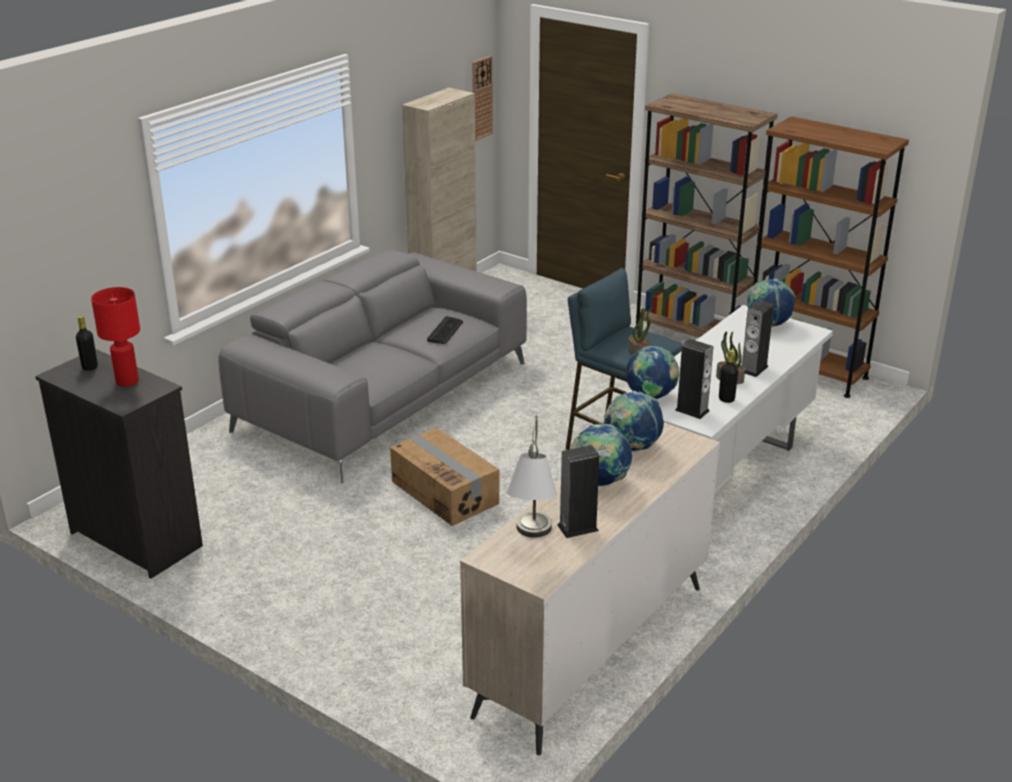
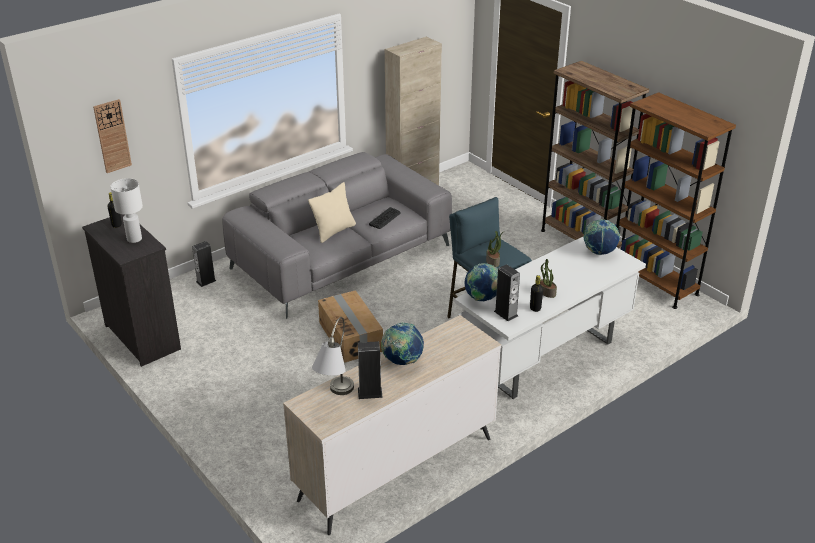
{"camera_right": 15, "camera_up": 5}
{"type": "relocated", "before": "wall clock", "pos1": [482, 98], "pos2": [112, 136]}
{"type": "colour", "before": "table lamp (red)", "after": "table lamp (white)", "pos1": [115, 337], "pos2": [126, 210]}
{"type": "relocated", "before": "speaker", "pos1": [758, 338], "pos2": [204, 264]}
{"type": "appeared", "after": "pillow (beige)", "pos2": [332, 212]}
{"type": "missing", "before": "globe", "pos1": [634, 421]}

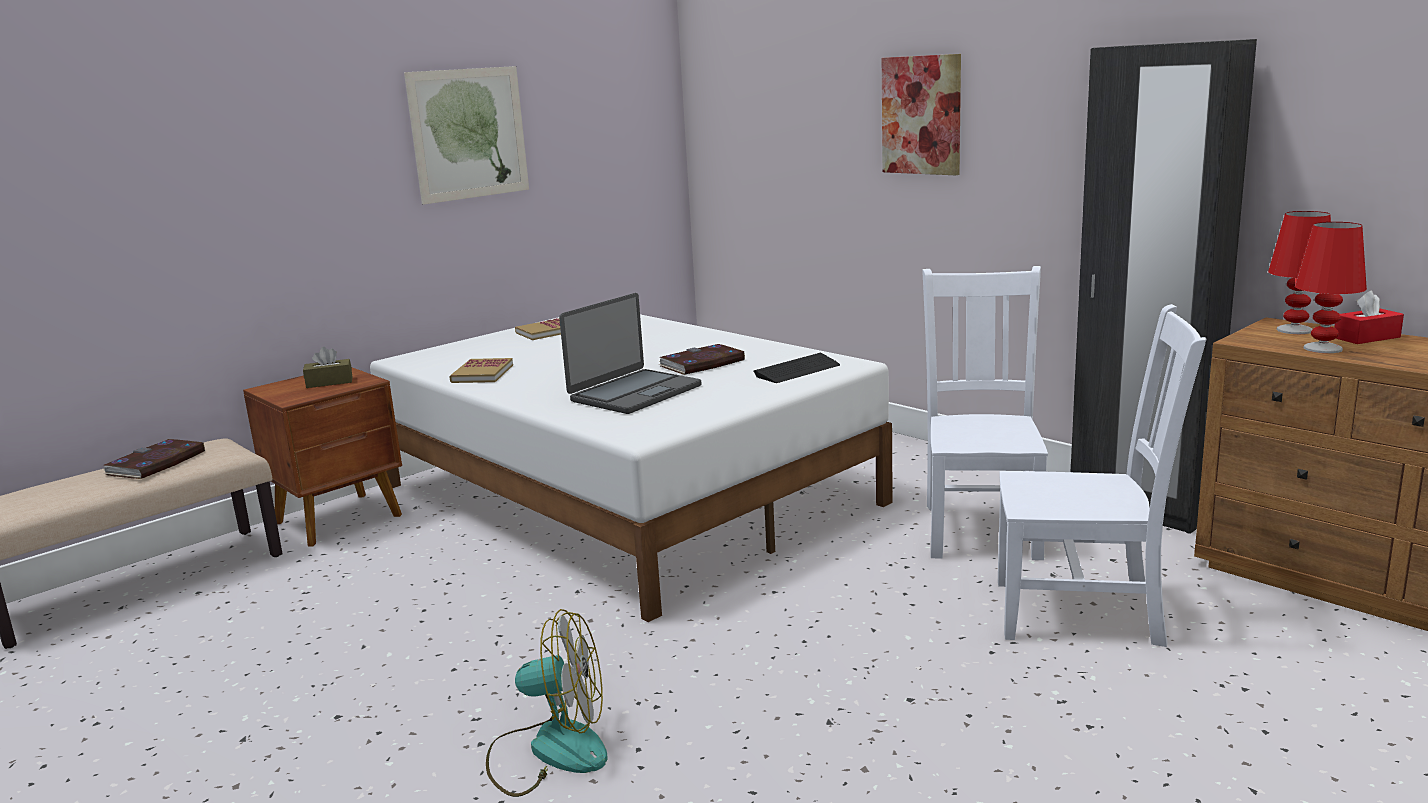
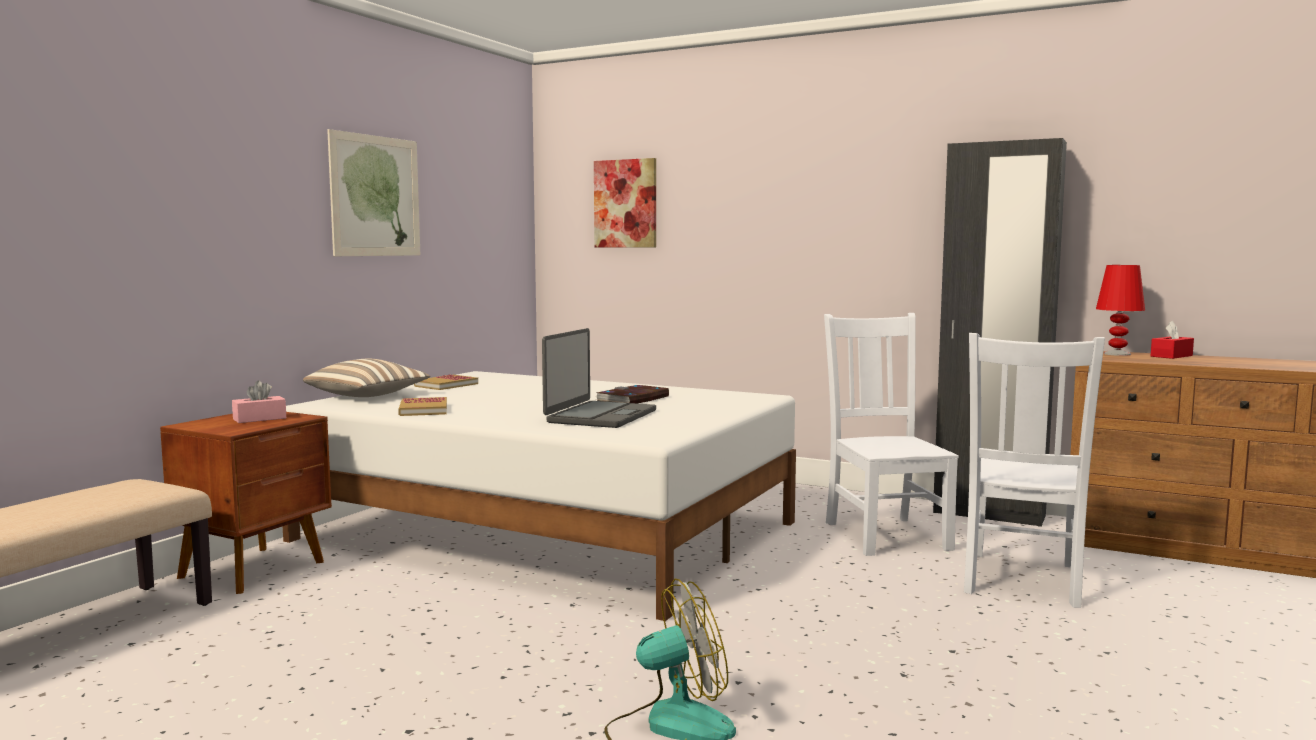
{"camera_right": -20, "camera_up": -10}
{"type": "colour", "before": "tissue box (brown)", "after": "tissue box (pink)", "pos1": [328, 367], "pos2": [259, 402]}
{"type": "appeared", "after": "pillow", "pos2": [366, 378]}
{"type": "relocated", "before": "picture", "pos1": [921, 114], "pos2": [625, 202]}
{"type": "spun", "before": "chair (white)", "pos1": [1102, 475], "pos2": [1034, 470], "turn": 120}
{"type": "missing", "before": "book", "pos1": [154, 459]}
{"type": "missing", "before": "keyboard", "pos1": [797, 368]}
{"type": "missing", "before": "table lamp (red)", "pos1": [1331, 287]}

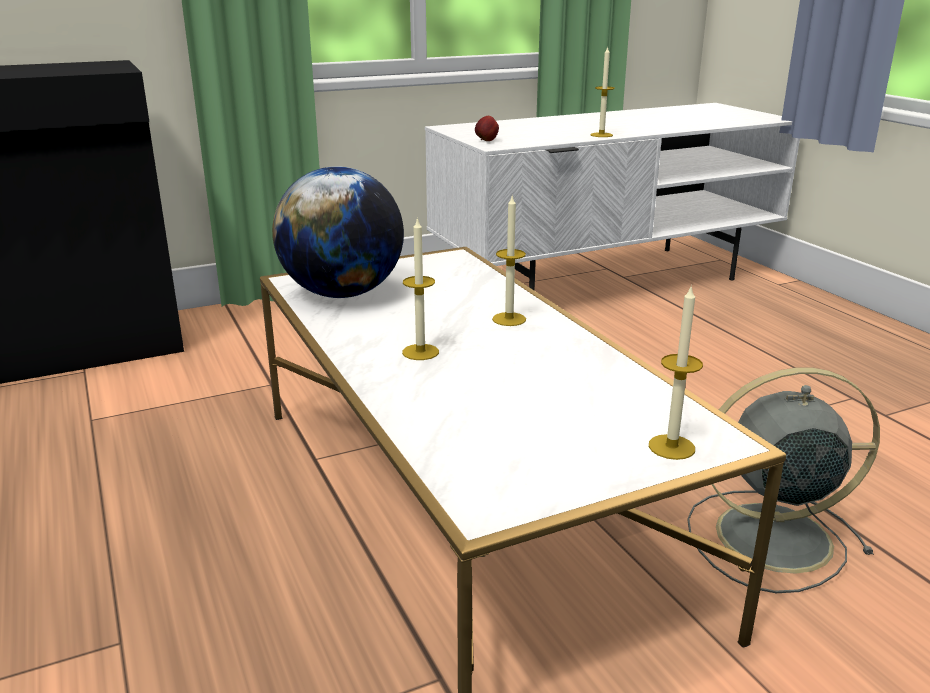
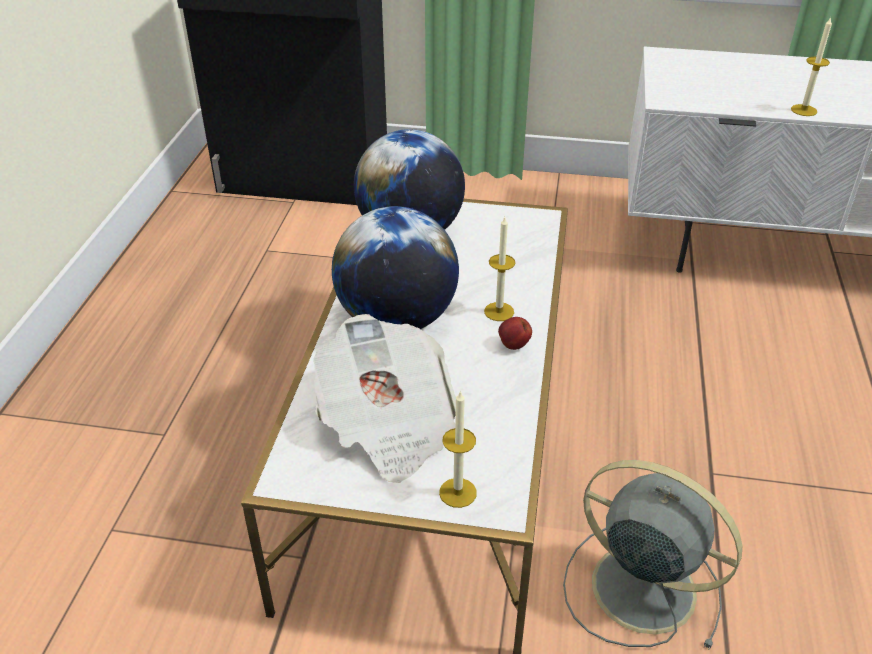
{"camera_right": 35, "camera_up": 15}
{"type": "appeared", "after": "newspaper", "pos2": [384, 398]}
{"type": "exchanged", "before": "candle", "after": "globe", "pos1": [420, 288], "pos2": [395, 267]}
{"type": "relocated", "before": "apple", "pos1": [487, 128], "pos2": [515, 333]}

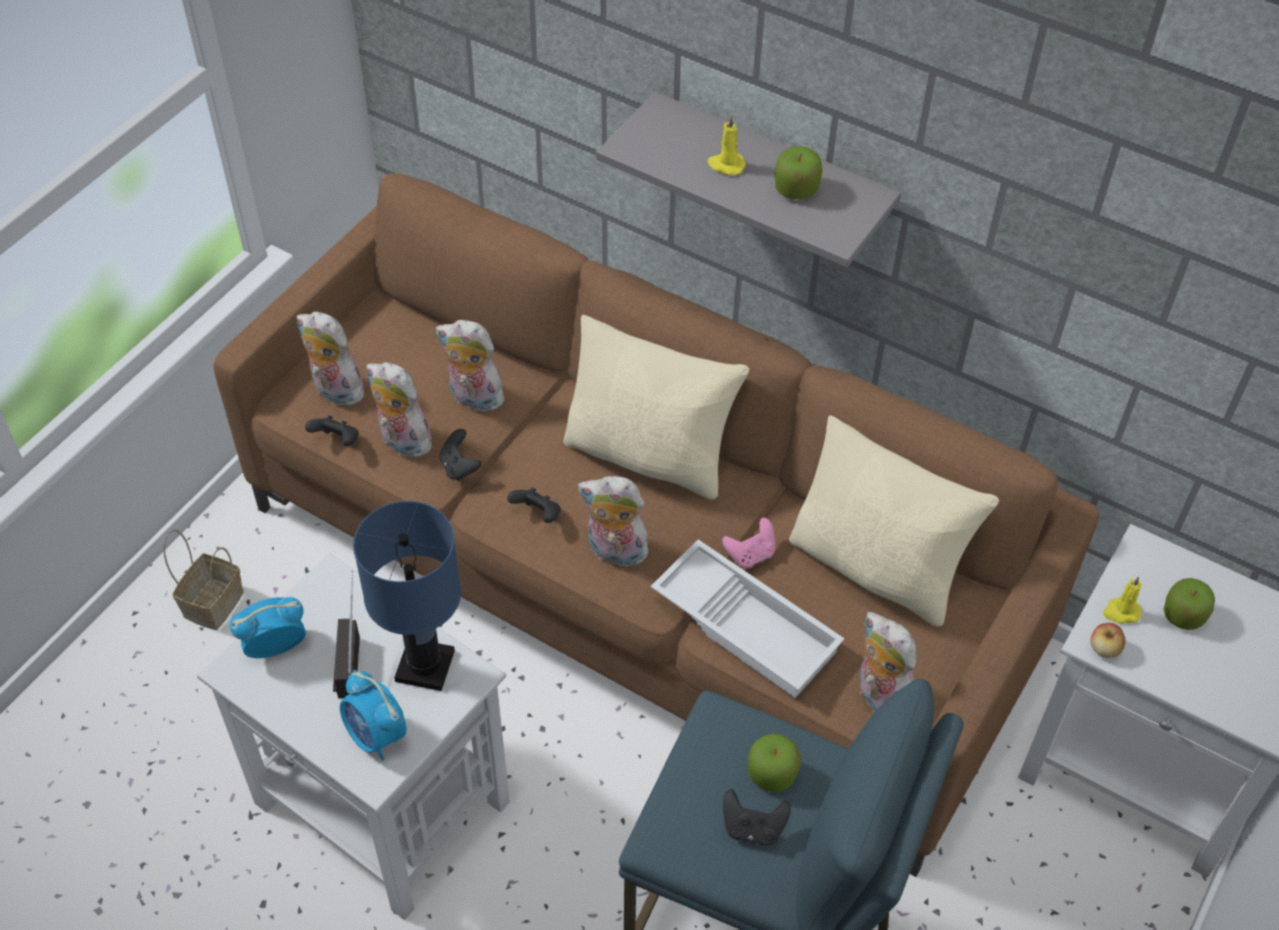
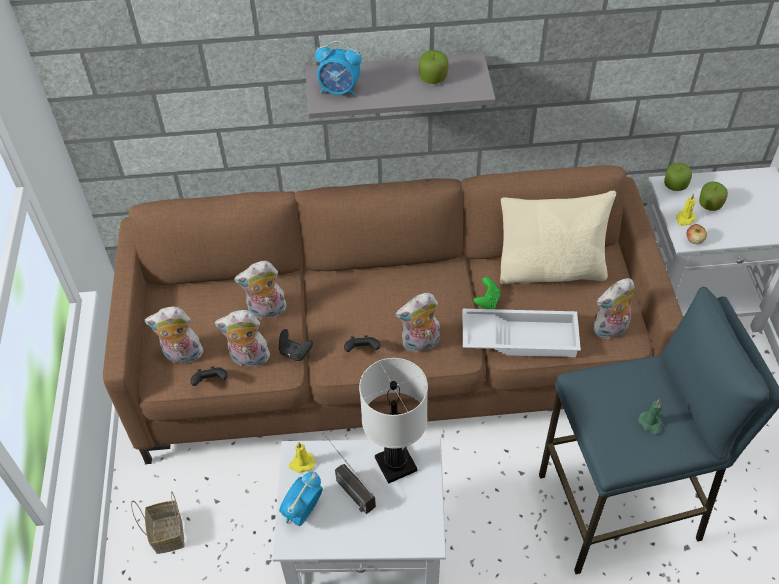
{"camera_right": -35, "camera_up": 0}
{"type": "relocated", "before": "candle (yellow)", "pos1": [727, 146], "pos2": [302, 457]}
{"type": "relocated", "before": "alarm clock", "pos1": [373, 715], "pos2": [338, 69]}
{"type": "colour", "before": "table lamp (blue)", "after": "table lamp (white)", "pos1": [407, 596], "pos2": [393, 421]}
{"type": "colour", "before": "game controller (pink)", "after": "game controller (green)", "pos1": [748, 543], "pos2": [487, 293]}
{"type": "spun", "before": "plush toy", "pos1": [888, 662], "pos2": [613, 308], "turn": -45}
{"type": "exchanged", "before": "game controller (black)", "after": "candle (green)", "pos1": [757, 817], "pos2": [650, 417]}
{"type": "relocated", "before": "apple", "pos1": [774, 763], "pos2": [678, 177]}
{"type": "missing", "before": "pillow (beige)", "pos1": [656, 407]}

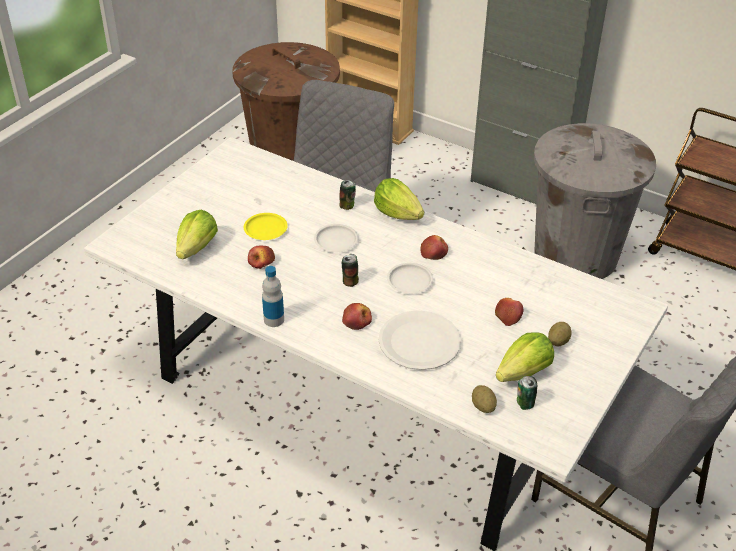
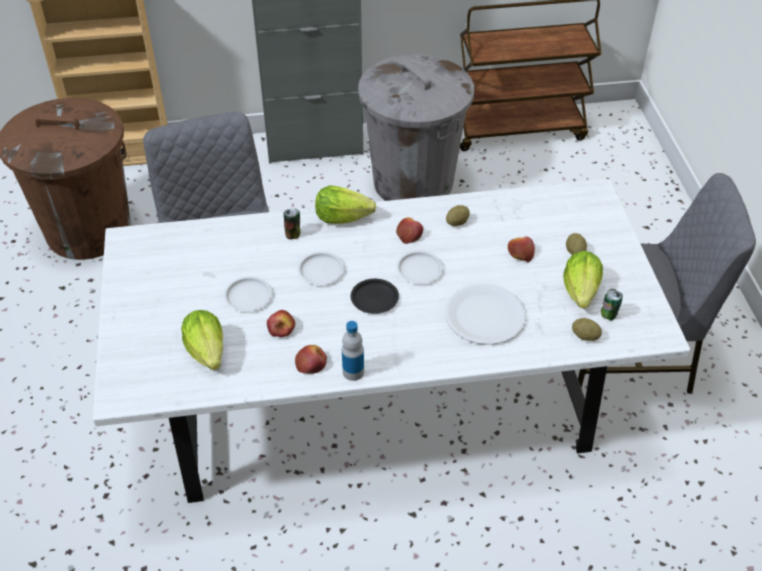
{"camera_right": -40, "camera_up": 5}
{"type": "colour", "before": "plate (yellow)", "after": "plate (white)", "pos1": [266, 226], "pos2": [248, 294]}
{"type": "relocated", "before": "apple", "pos1": [357, 316], "pos2": [311, 359]}
{"type": "exchanged", "before": "can", "after": "plate (black)", "pos1": [350, 270], "pos2": [375, 296]}
{"type": "appeared", "after": "potato", "pos2": [458, 215]}

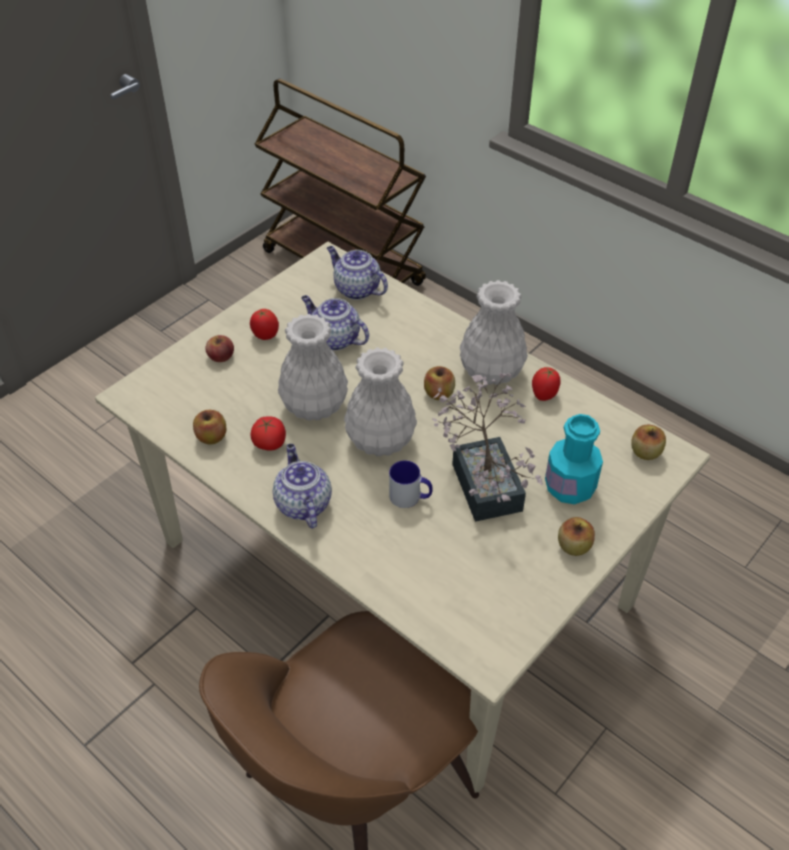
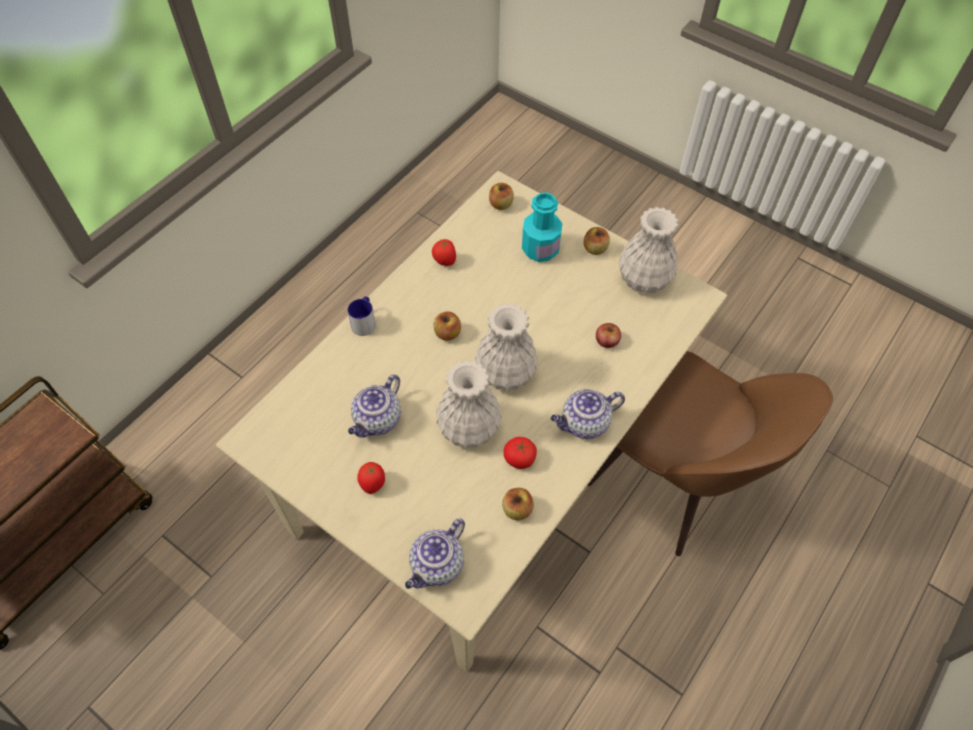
{"camera_right": -95, "camera_up": 10}
{"type": "relocated", "before": "mug", "pos1": [410, 484], "pos2": [362, 316]}
{"type": "relocated", "before": "teapot", "pos1": [357, 273], "pos2": [435, 554]}
{"type": "relocated", "before": "apple", "pos1": [219, 348], "pos2": [608, 335]}
{"type": "relocated", "before": "vase (white)", "pos1": [494, 332], "pos2": [649, 250]}
{"type": "missing", "before": "potted plant", "pos1": [487, 447]}

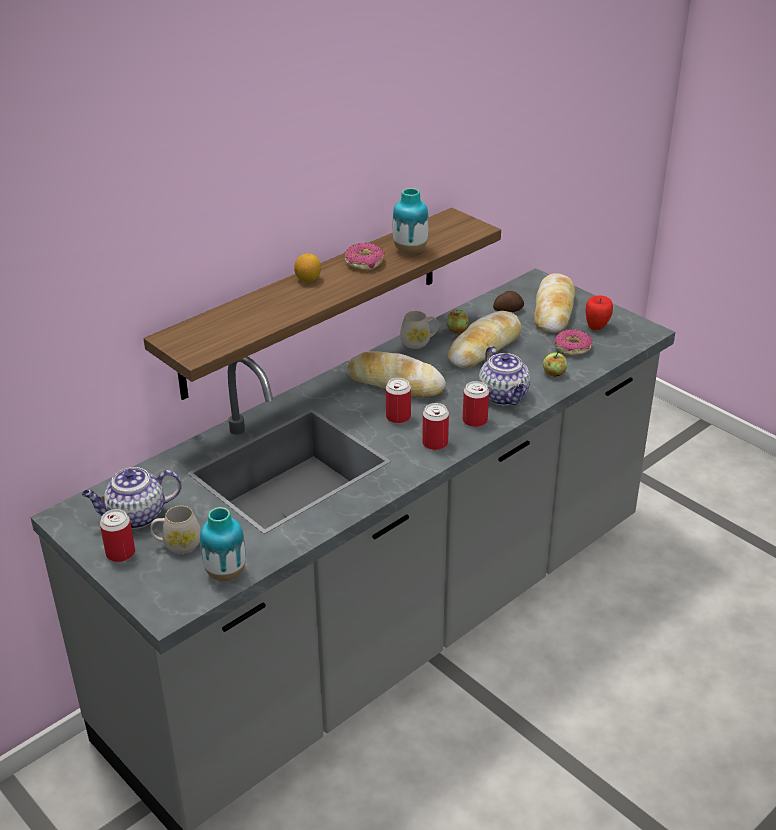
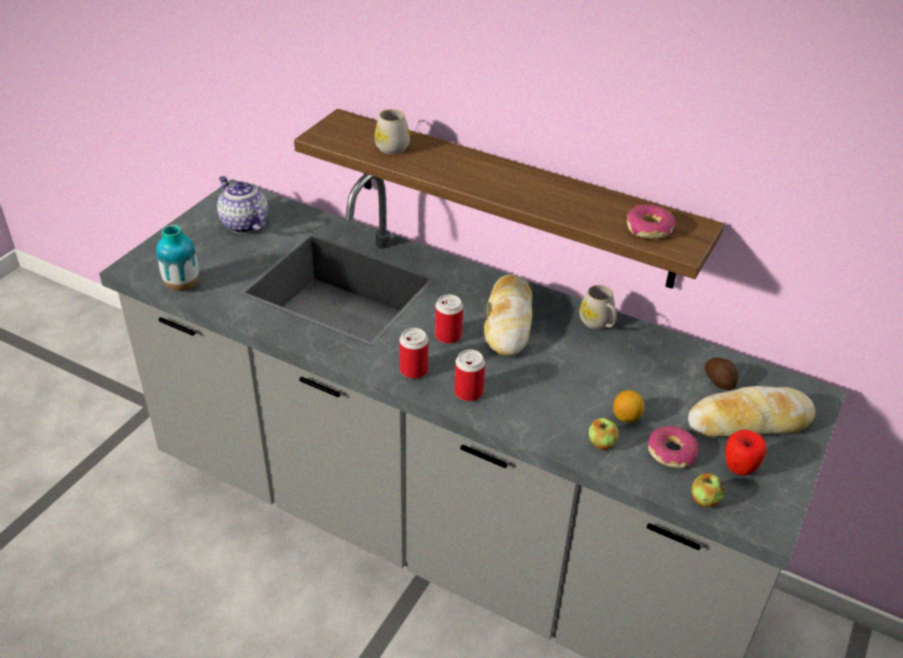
{"camera_right": 70, "camera_up": 5}
{"type": "relocated", "before": "mug (white)", "pos1": [175, 530], "pos2": [392, 131]}
{"type": "relocated", "before": "lemon", "pos1": [307, 267], "pos2": [629, 406]}
{"type": "relocated", "before": "donut", "pos1": [365, 257], "pos2": [651, 221]}
{"type": "relocated", "before": "apple", "pos1": [458, 321], "pos2": [708, 490]}
{"type": "missing", "before": "can", "pos1": [117, 535]}
{"type": "missing", "before": "vase", "pos1": [411, 221]}
{"type": "missing", "before": "bread", "pos1": [484, 339]}
{"type": "missing", "before": "teapot", "pos1": [504, 375]}

